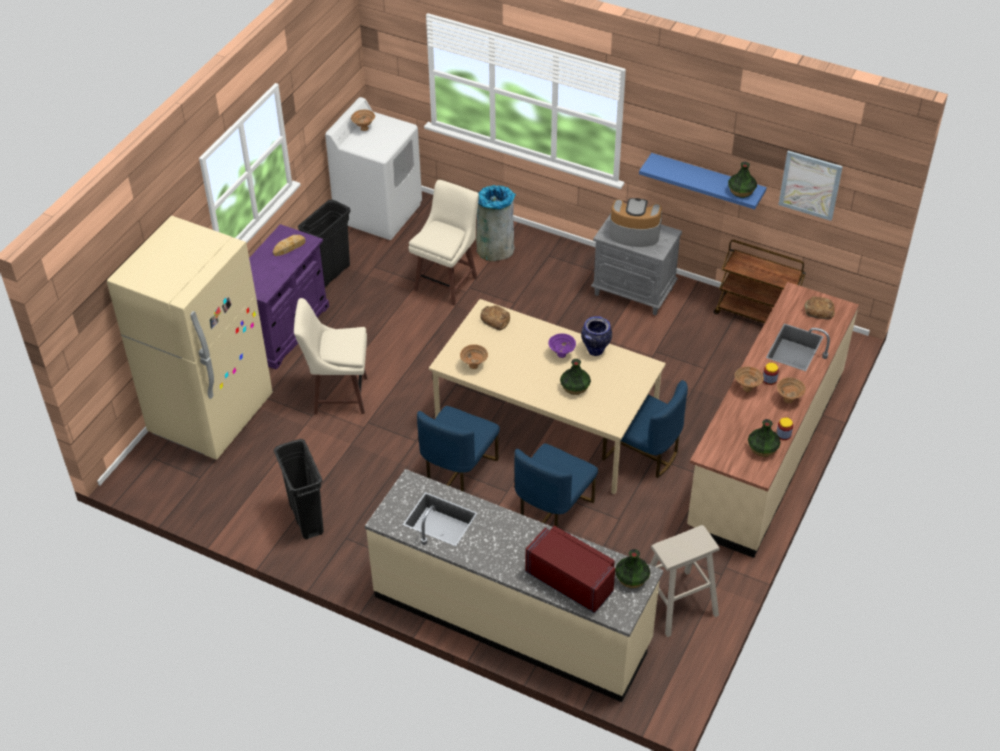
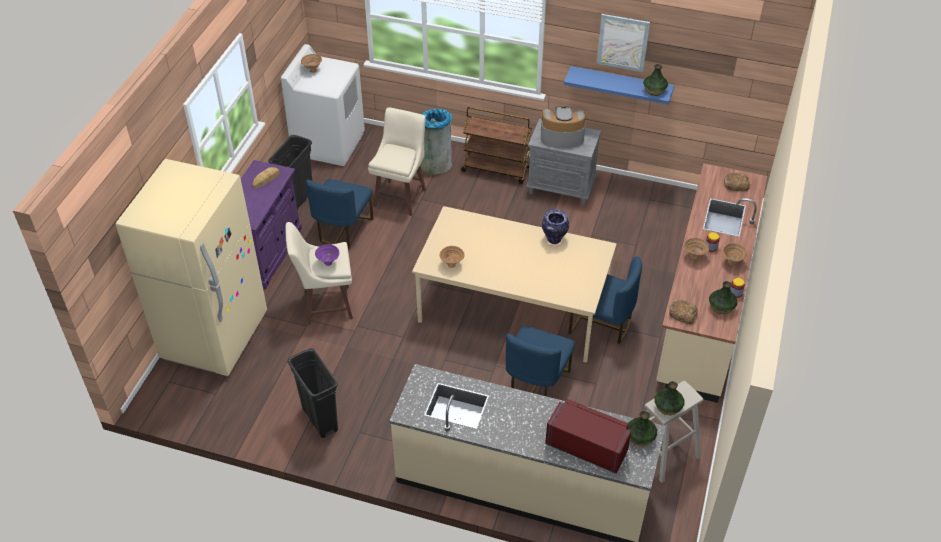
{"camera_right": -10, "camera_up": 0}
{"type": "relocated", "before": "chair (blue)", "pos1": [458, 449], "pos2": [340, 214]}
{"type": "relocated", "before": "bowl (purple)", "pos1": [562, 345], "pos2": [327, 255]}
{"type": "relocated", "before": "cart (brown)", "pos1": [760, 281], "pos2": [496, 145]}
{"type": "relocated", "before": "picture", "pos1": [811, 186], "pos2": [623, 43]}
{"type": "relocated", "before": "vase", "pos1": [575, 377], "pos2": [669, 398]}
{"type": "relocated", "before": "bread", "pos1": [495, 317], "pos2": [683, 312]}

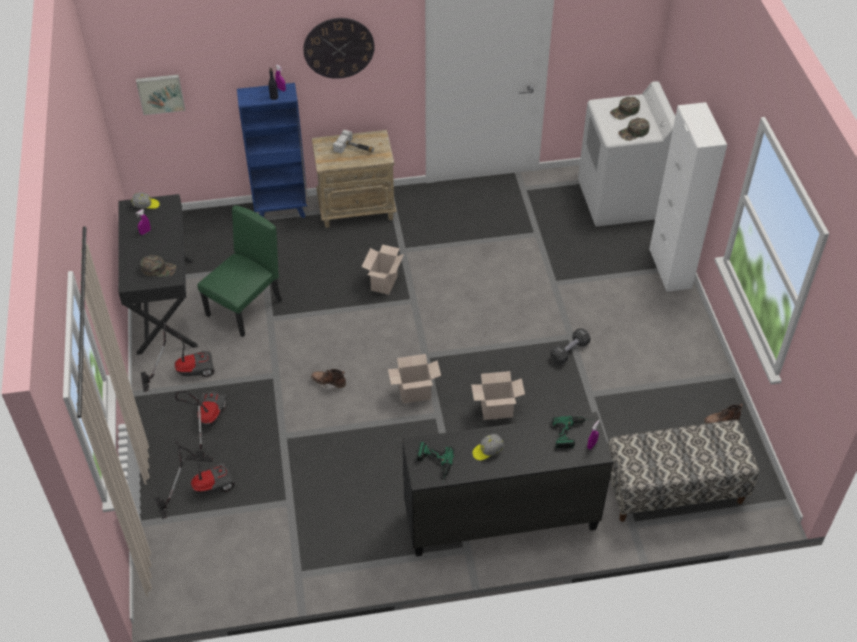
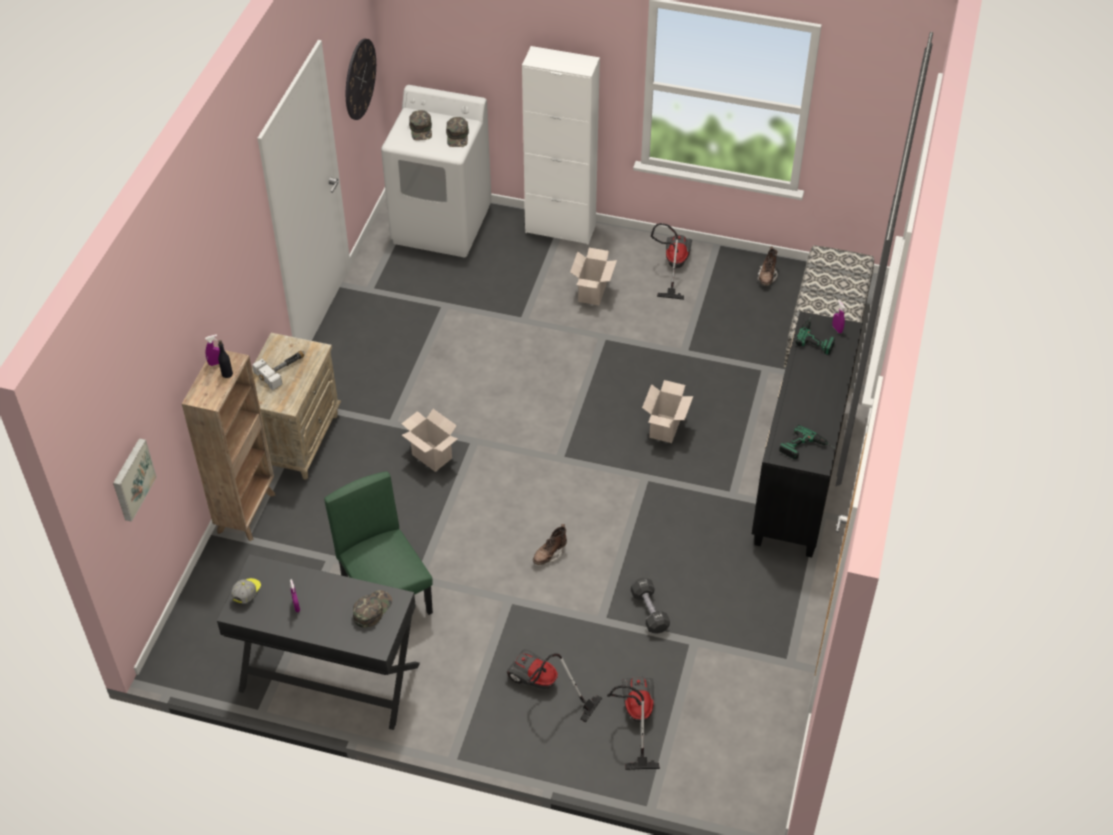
{"camera_right": -65, "camera_up": 0}
{"type": "colour", "before": "bookcase (blue)", "after": "bookcase (brown)", "pos1": [272, 150], "pos2": [228, 445]}
{"type": "relocated", "before": "wall clock", "pos1": [339, 48], "pos2": [361, 79]}
{"type": "relocated", "before": "cardboard box", "pos1": [414, 379], "pos2": [593, 276]}
{"type": "relocated", "before": "dumbbell (black)", "pos1": [570, 346], "pos2": [650, 606]}
{"type": "relocated", "before": "vacuum cleaner", "pos1": [178, 357], "pos2": [671, 261]}
{"type": "missing", "before": "cap", "pos1": [488, 447]}

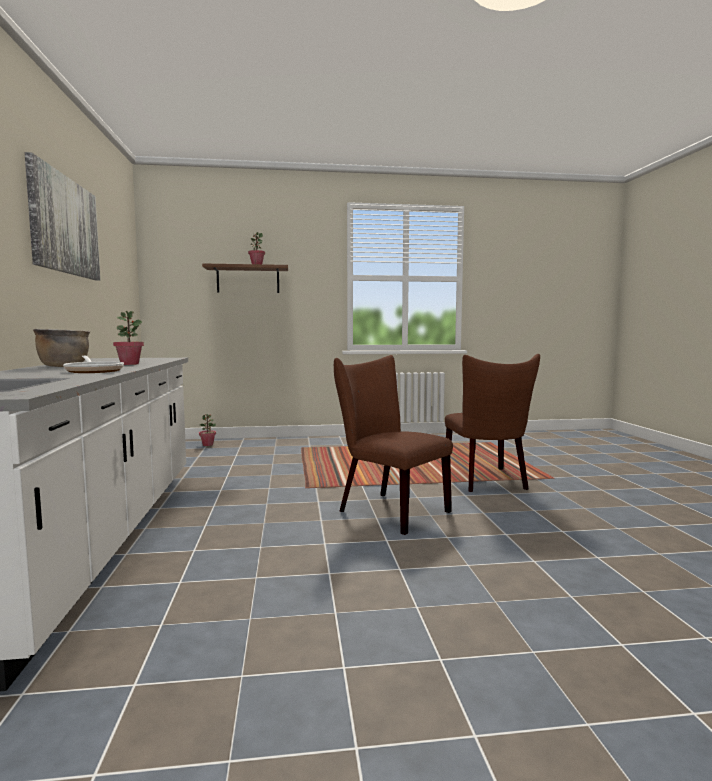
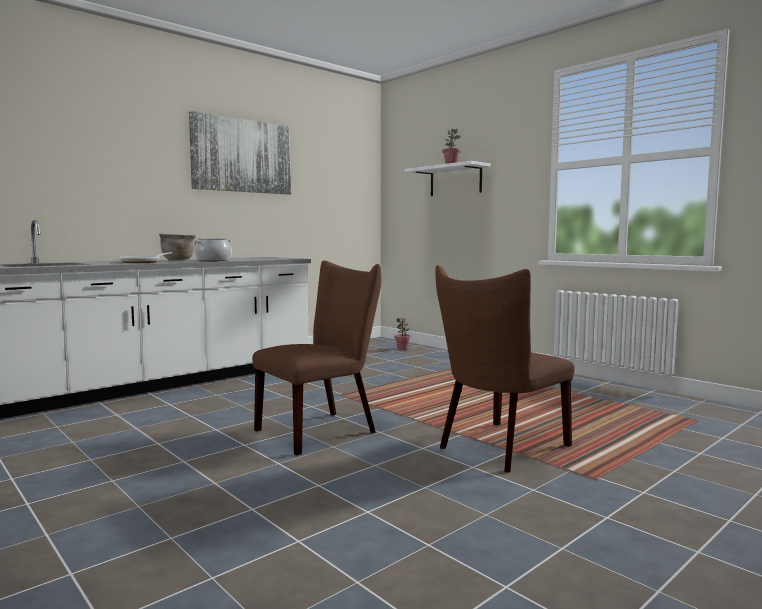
{"camera_right": 55, "camera_up": 0}
{"type": "exchanged", "before": "potted plant", "after": "cooking pot", "pos1": [128, 338], "pos2": [213, 249]}
{"type": "spun", "before": "chair (brown)", "pos1": [393, 445], "pos2": [316, 357], "turn": 45}
{"type": "colour", "before": "shelf (brown)", "after": "shelf (white)", "pos1": [245, 278], "pos2": [448, 178]}

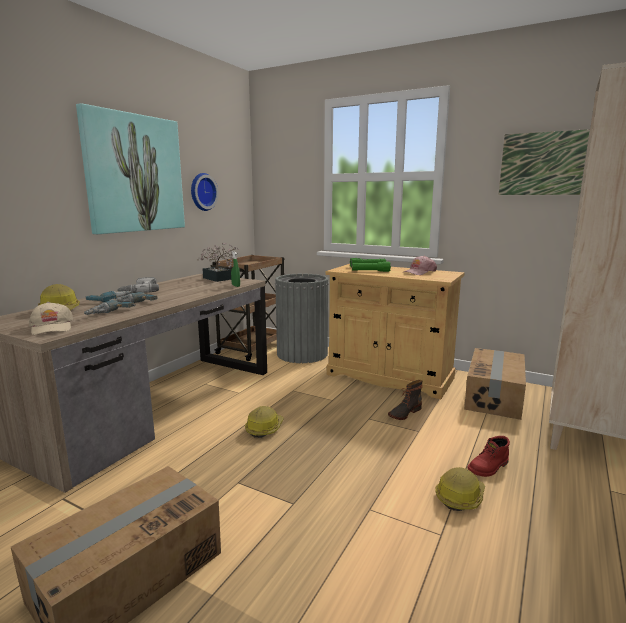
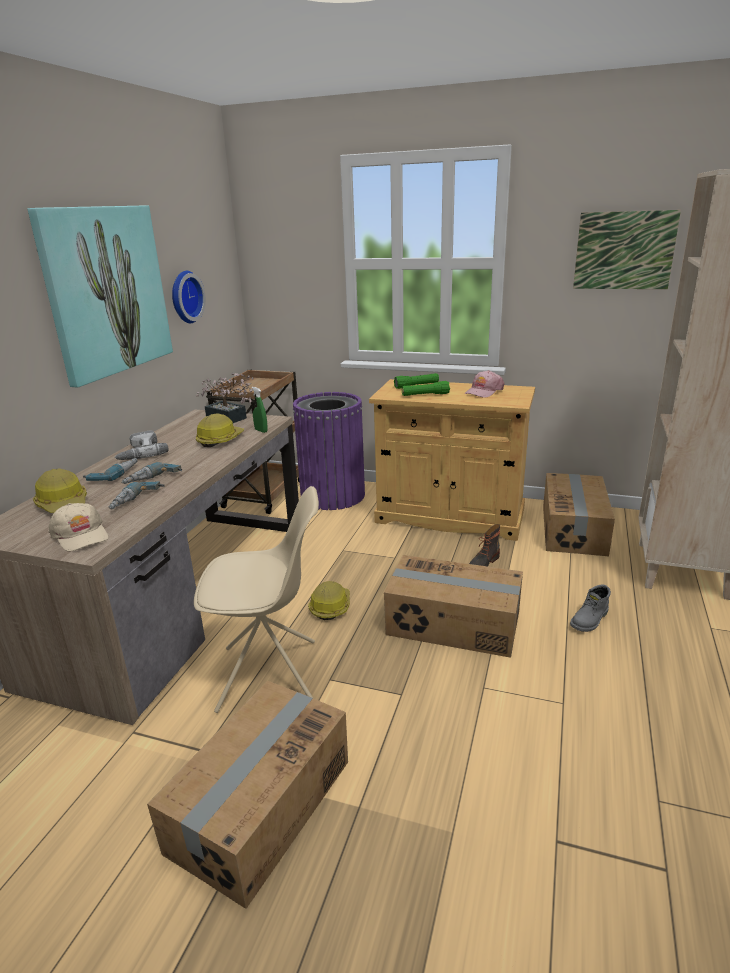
{"camera_right": -10, "camera_up": 10}
{"type": "appeared", "after": "chair (beige)", "pos2": [256, 599]}
{"type": "relocated", "before": "hard hat", "pos1": [460, 489], "pos2": [220, 430]}
{"type": "colour", "before": "trash can (grey)", "after": "trash can (purple)", "pos1": [302, 318], "pos2": [329, 451]}
{"type": "appeared", "after": "cardboard box", "pos2": [453, 606]}
{"type": "colour", "before": "boot (red)", "after": "boot (grey)", "pos1": [488, 456], "pos2": [590, 608]}

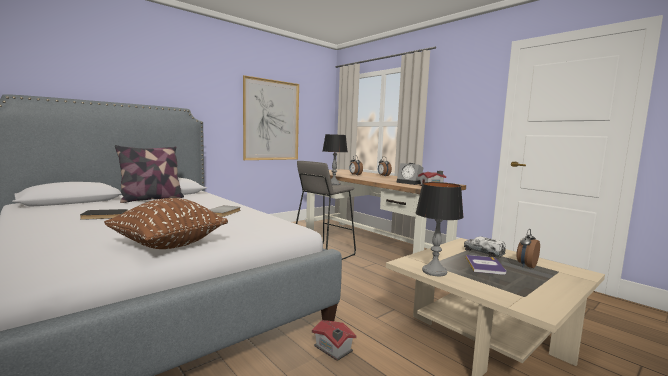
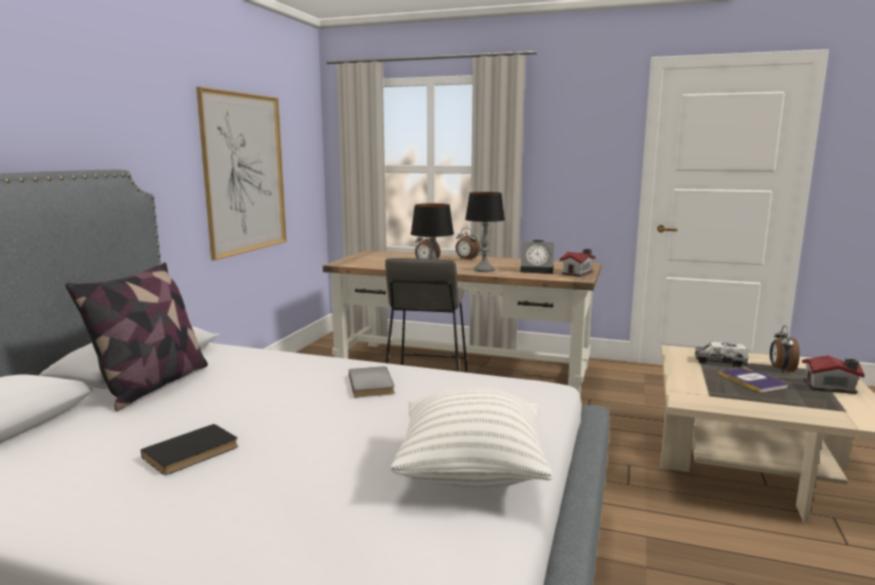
{"camera_right": -30, "camera_up": 5}
{"type": "colour", "before": "pillow (brown)", "after": "pillow (white)", "pos1": [166, 223], "pos2": [471, 438]}
{"type": "relocated", "before": "table lamp", "pos1": [440, 229], "pos2": [485, 232]}
{"type": "relocated", "before": "toy house", "pos1": [334, 340], "pos2": [833, 374]}

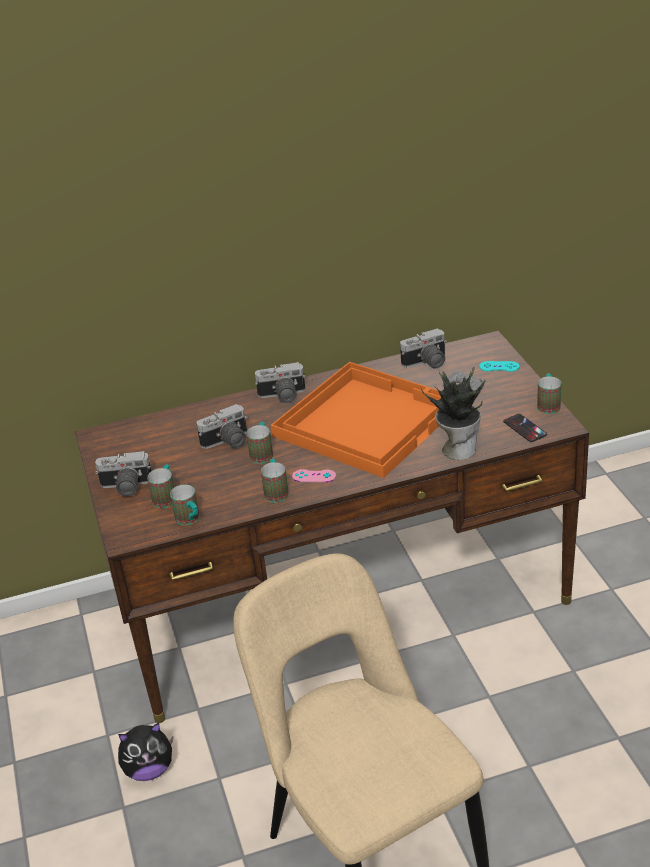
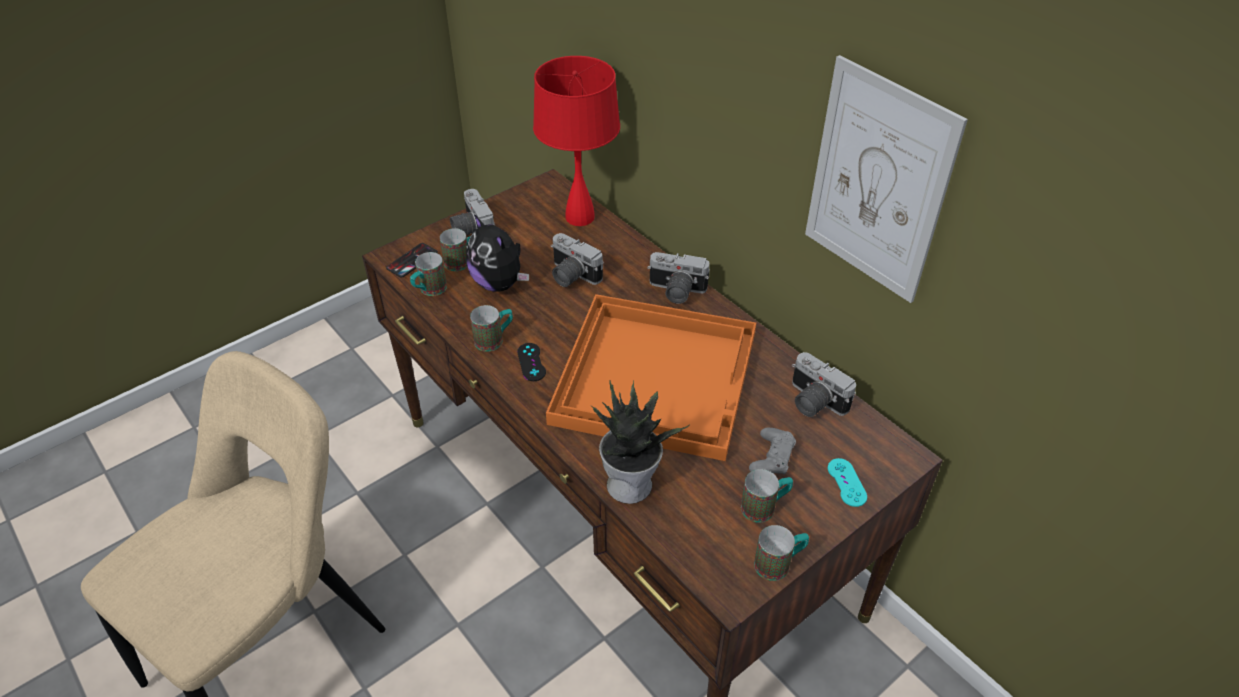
{"camera_right": 65, "camera_up": 10}
{"type": "relocated", "before": "phone", "pos1": [525, 428], "pos2": [412, 260]}
{"type": "relocated", "before": "plush toy", "pos1": [145, 752], "pos2": [497, 253]}
{"type": "colour", "before": "game controller (pink)", "after": "game controller (black)", "pos1": [314, 475], "pos2": [531, 362]}
{"type": "appeared", "after": "table lamp (red)", "pos2": [576, 141]}
{"type": "spun", "before": "photo camera", "pos1": [280, 382], "pos2": [678, 278], "turn": -45}
{"type": "relocated", "before": "mug", "pos1": [259, 443], "pos2": [767, 496]}
{"type": "appeared", "after": "picture", "pos2": [886, 179]}

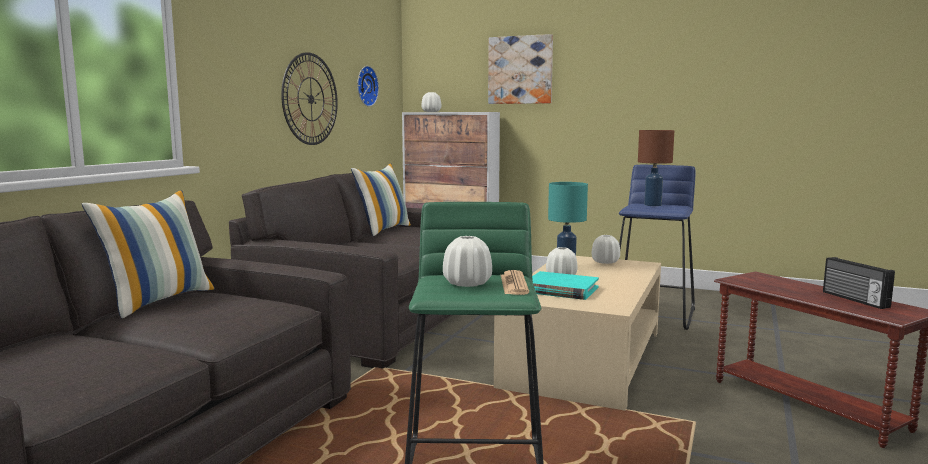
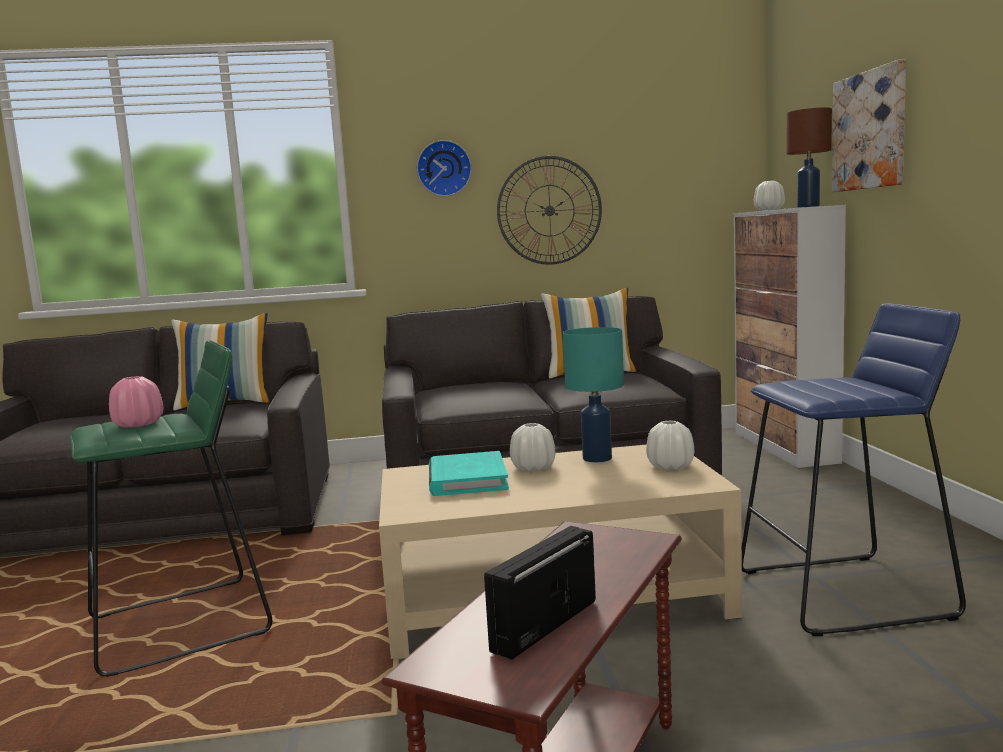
{"camera_right": 60, "camera_up": 0}
{"type": "colour", "before": "vase (white)", "after": "vase (pink)", "pos1": [467, 261], "pos2": [136, 401]}
{"type": "relocated", "before": "wall clock", "pos1": [368, 86], "pos2": [444, 168]}
{"type": "relocated", "before": "table lamp (brown)", "pos1": [656, 168], "pos2": [809, 157]}
{"type": "missing", "before": "newspaper", "pos1": [515, 282]}

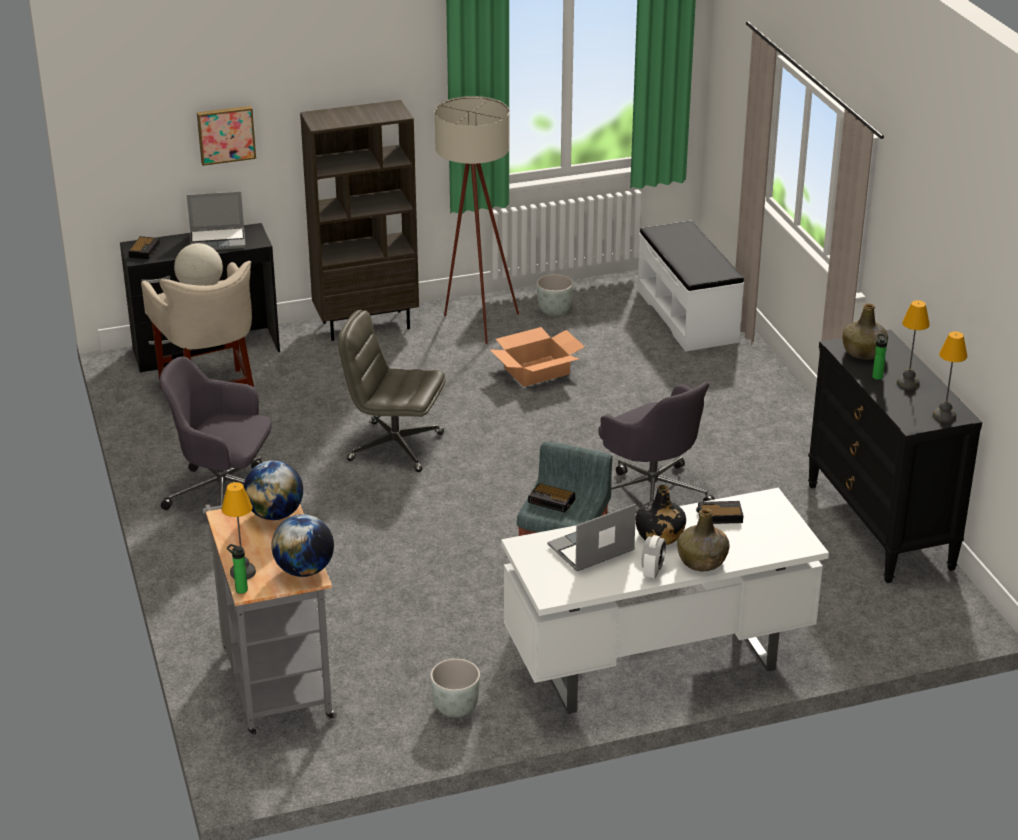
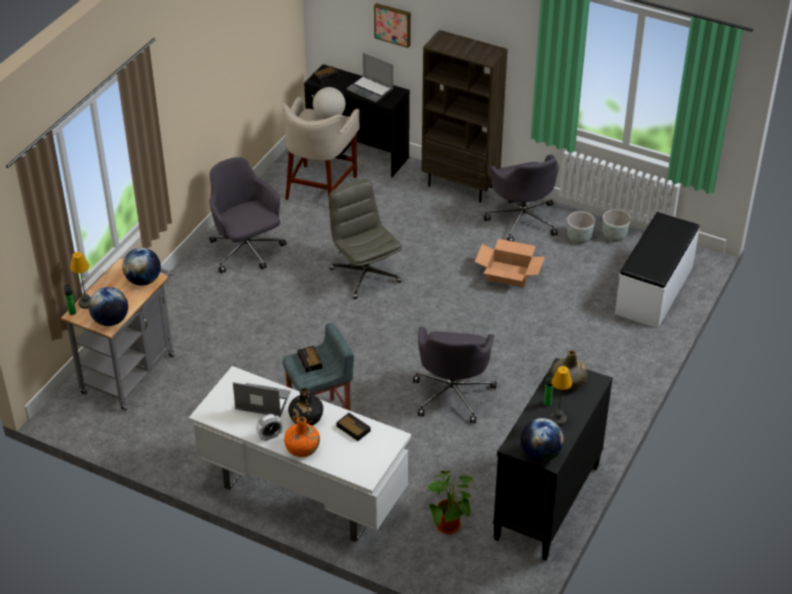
{"camera_right": 45, "camera_up": 10}
{"type": "colour", "before": "bottle (green)", "after": "bottle (orange)", "pos1": [703, 539], "pos2": [302, 437]}
{"type": "appeared", "after": "potted plant", "pos2": [449, 502]}
{"type": "exchanged", "before": "floor lamp (beige)", "after": "office chair (grey)", "pos1": [477, 220], "pos2": [521, 198]}
{"type": "exchanged", "before": "table lamp", "after": "globe", "pos1": [950, 377], "pos2": [542, 439]}
{"type": "relocated", "before": "planter (grey)", "pos1": [455, 688], "pos2": [617, 225]}

